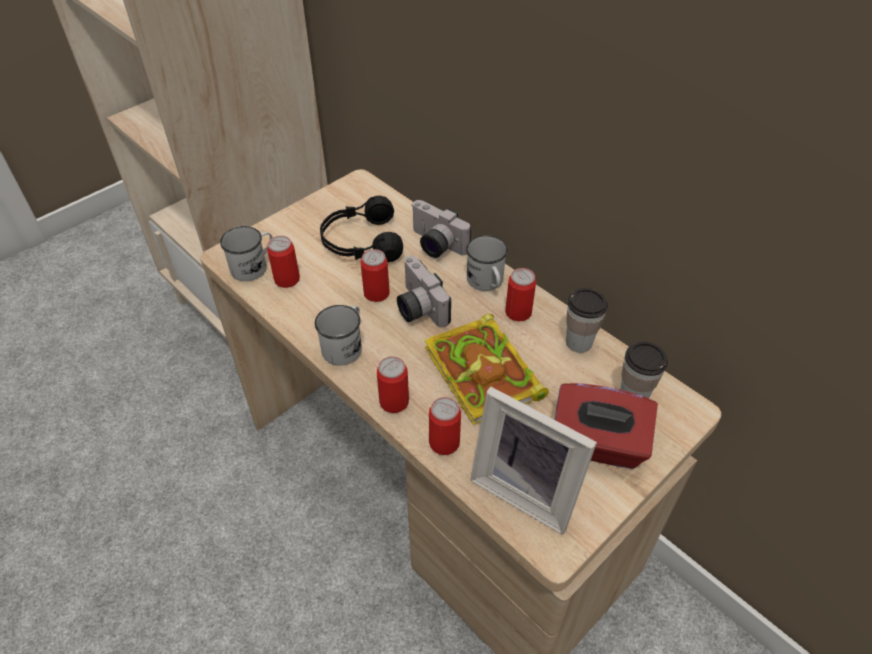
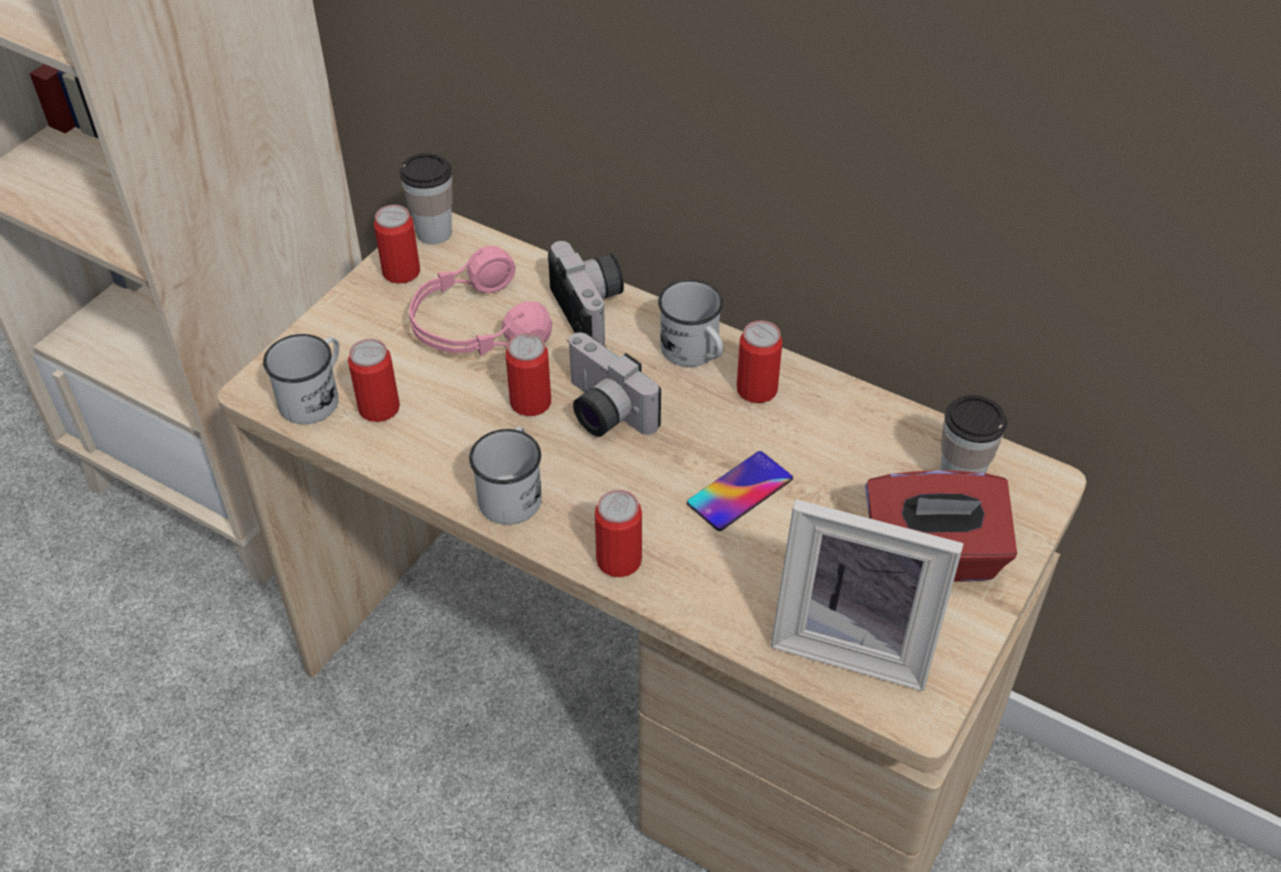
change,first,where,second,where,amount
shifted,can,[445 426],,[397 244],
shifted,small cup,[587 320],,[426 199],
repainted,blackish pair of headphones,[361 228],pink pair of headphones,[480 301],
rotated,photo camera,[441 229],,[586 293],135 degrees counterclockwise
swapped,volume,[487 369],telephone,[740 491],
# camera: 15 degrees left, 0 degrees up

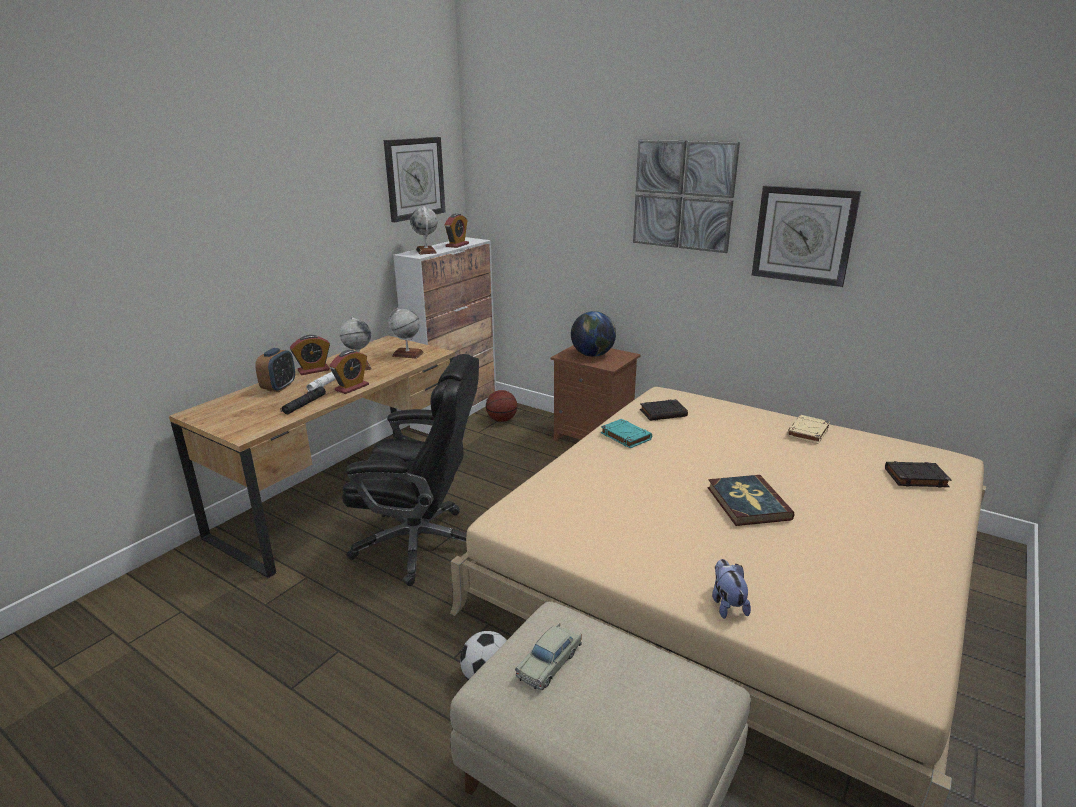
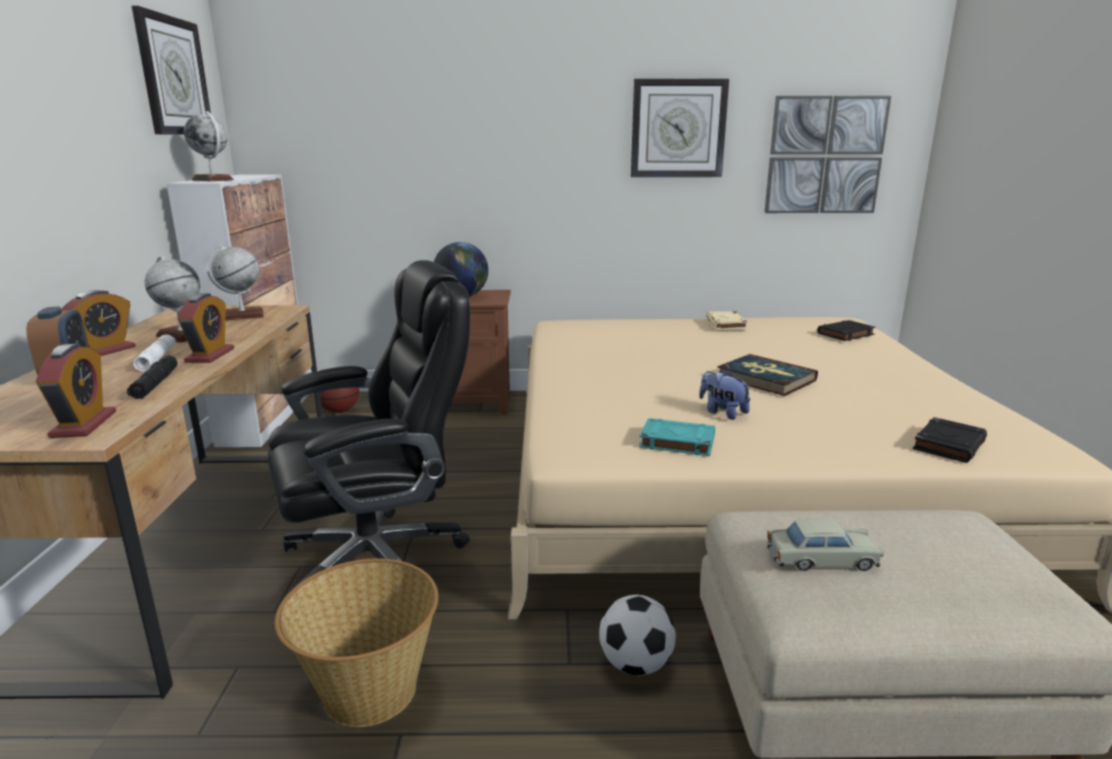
change,first,where,second,where,amount
shifted,alarm clock,[457 231],,[76 391],
new,,,household basket,[356 642],
shifted,turquoise-coloured volume,[626 433],,[677 437],
shifted,cuddly toy,[731 589],,[725 394],
shifted,picture,[686 196],,[827 154],
rotated,beige-coloured miniature car,[548 656],,[825 544],90 degrees counterclockwise
shifted,blackish volume,[664 410],,[950 440],
# camera: 35 degrees left, 5 degrees down

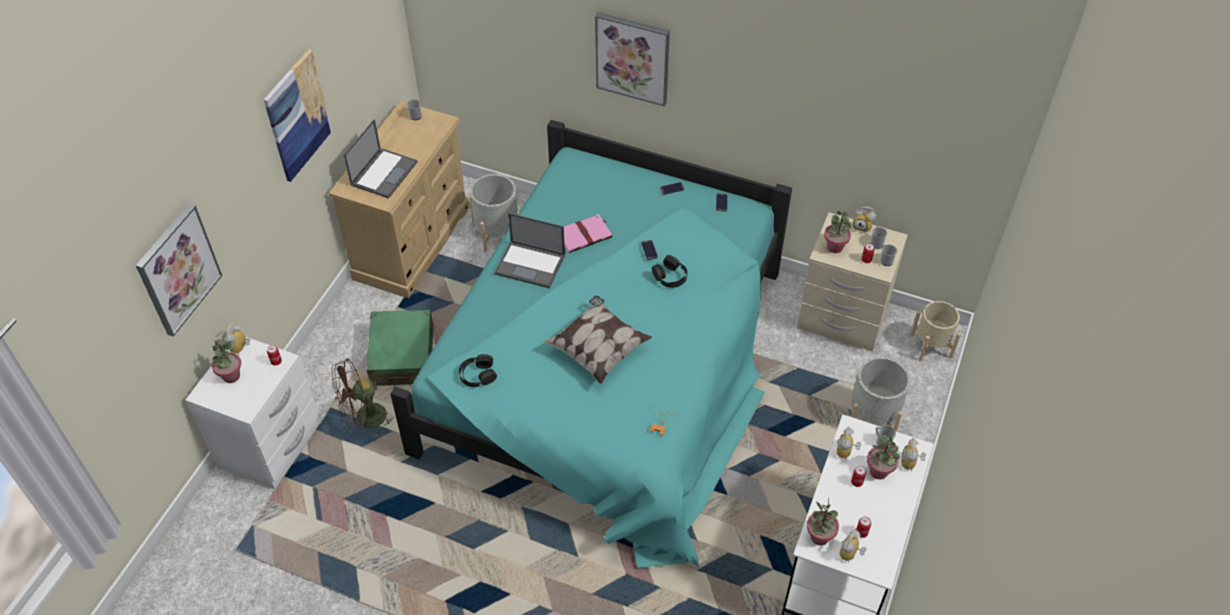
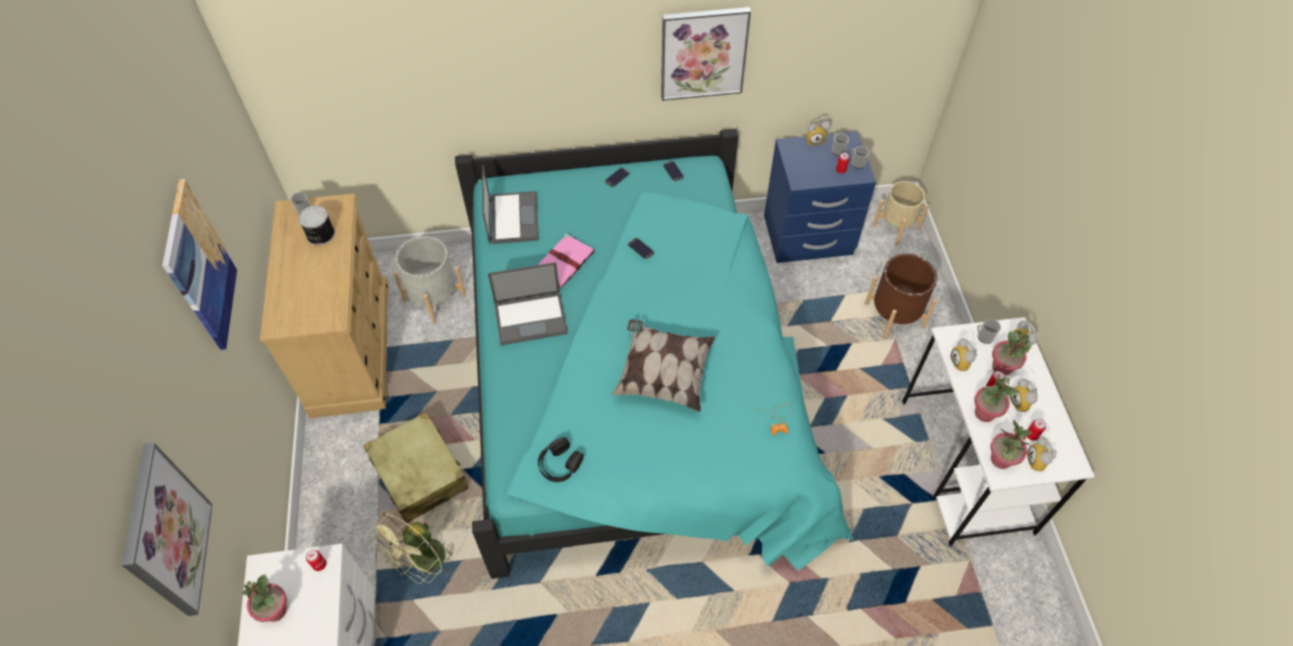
change,first,where,second,where,amount
new,,,can,[316 225],
repainted,green-coloured suitcase,[400 348],beige-coloured suitcase,[415 467],
repainted,brown-coloured electric fan,[363 396],green-coloured electric fan,[411 548],
shifted,notebook computer,[380 159],,[510 204],
shifted,picture,[632 59],,[706 54],
repainted,beige-coloured bedside table,[852 281],bluish bedside table,[820 197],
repainted,grey plant pot,[880 394],brown-coloured plant pot,[901 296],
shifted,plant in a pot,[837 232],,[996 399],
shifted,alarm clock,[237 339],,[1024 395],
gone,blackish pair of headphones,[669 271],,,
# camera: 30 degrees left, 5 degrees up

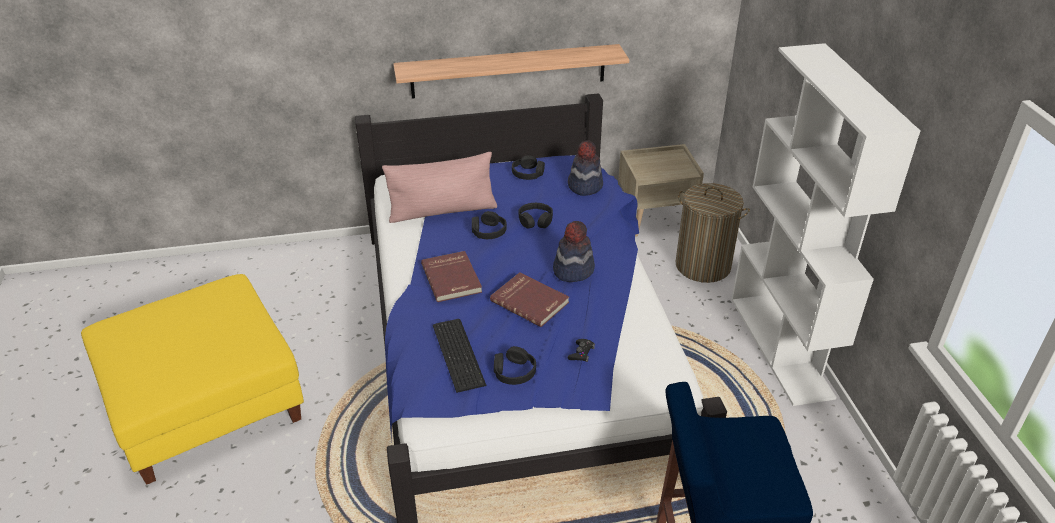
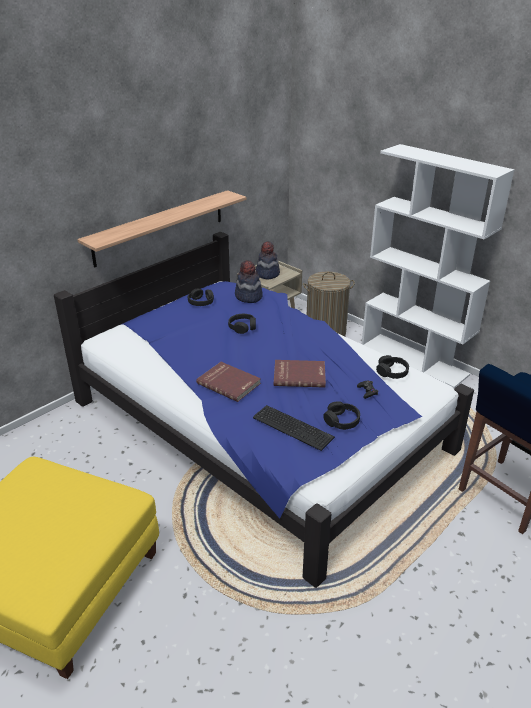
change,first,where,second,where,amount
shifted,wearable hat,[574 251],,[268 260],
shifted,blackish pair of headphones,[489 225],,[392 367],
gone,pink cushion,[439 187],,,
# camera: 35 degrees left, 5 degrees down

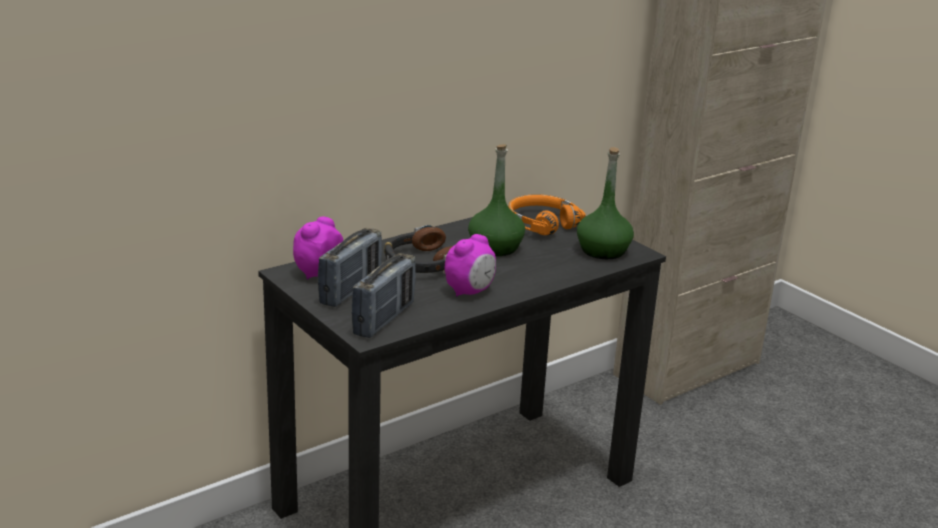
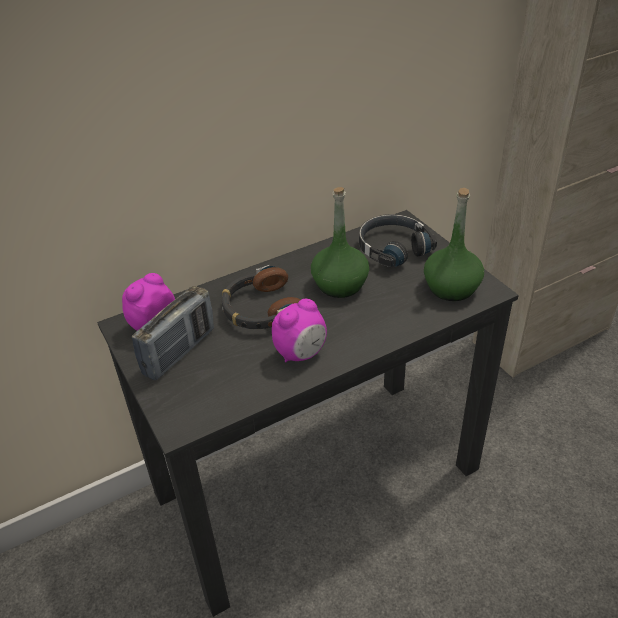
change,first,where,second,where,amount
repainted,orangey pair of headphones,[547 214],blackish pair of headphones,[398 241],
gone,radio,[383 295],,,
# camera: 10 degrees right, 15 degrees up

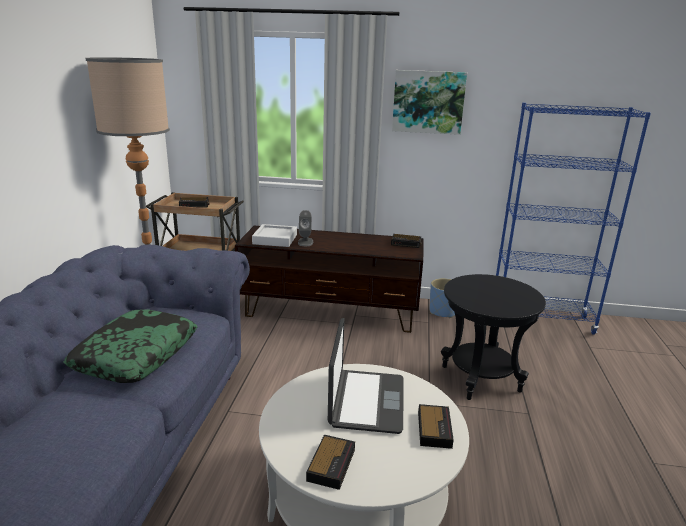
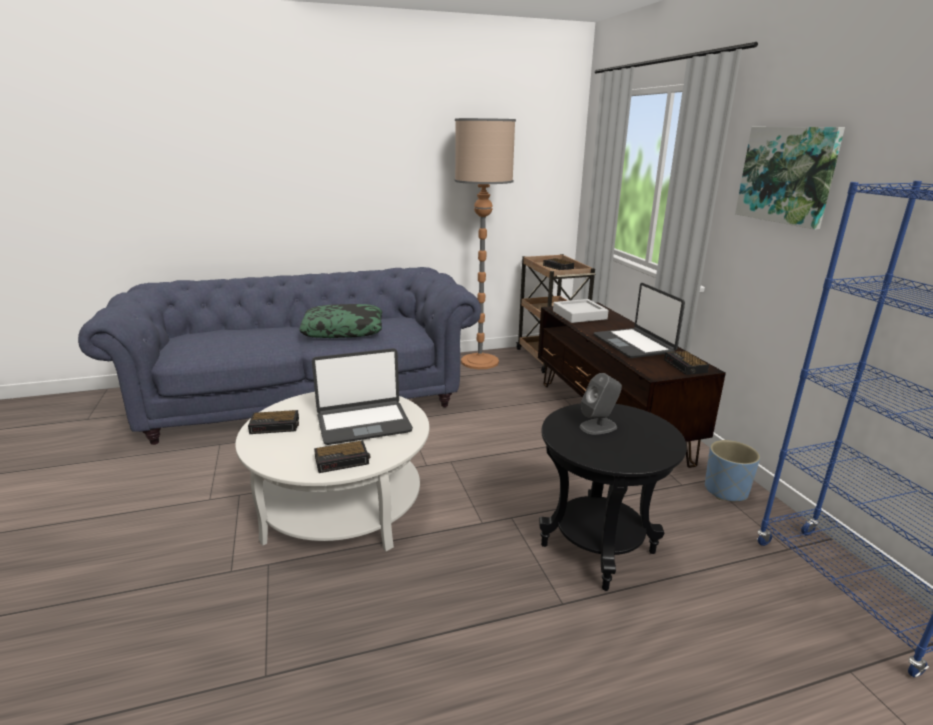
change,first,where,second,where,amount
shifted,grey loudspeaker,[305 228],,[601 404],
new,,,notebook computer,[639 320],
# camera: 65 degrees right, 0 degrees up

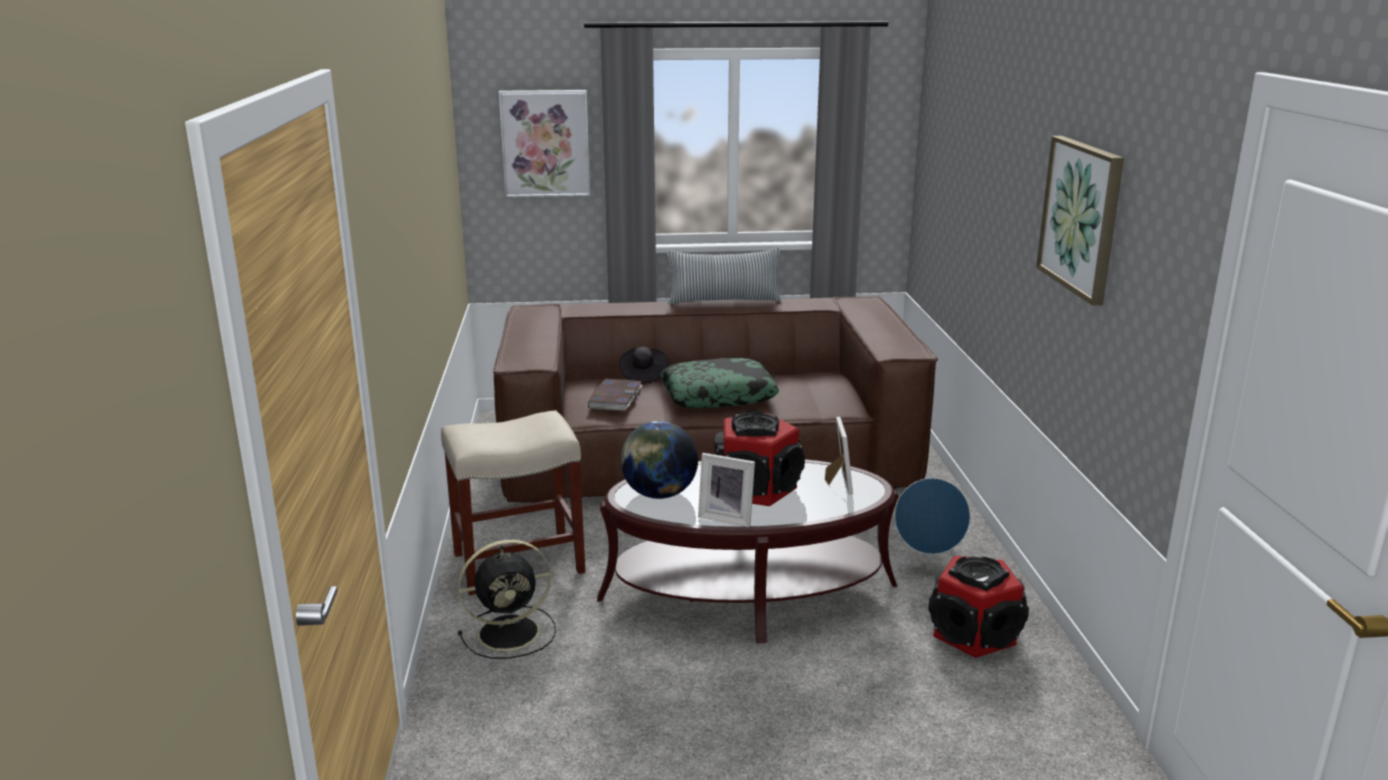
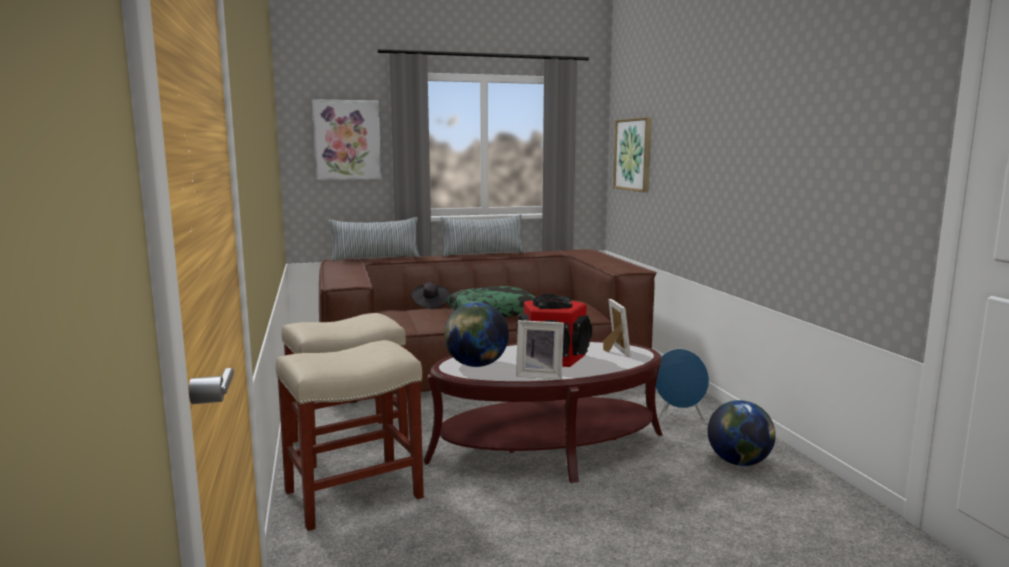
change,first,where,second,where,amount
swapped,blackish electric fan,[507 599],beige-coloured stool,[350 435],
new,,,cushion,[374 239],
shifted,picture,[1080 220],,[632 154],
swapped,loudspeaker,[978 607],desk globe,[742 433],
gone,volume,[615 395],,,
# camera: 10 degrees left, 10 degrees down

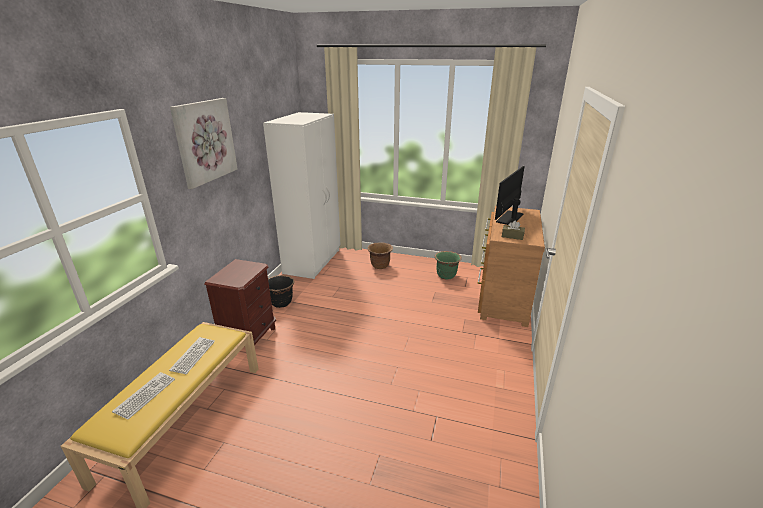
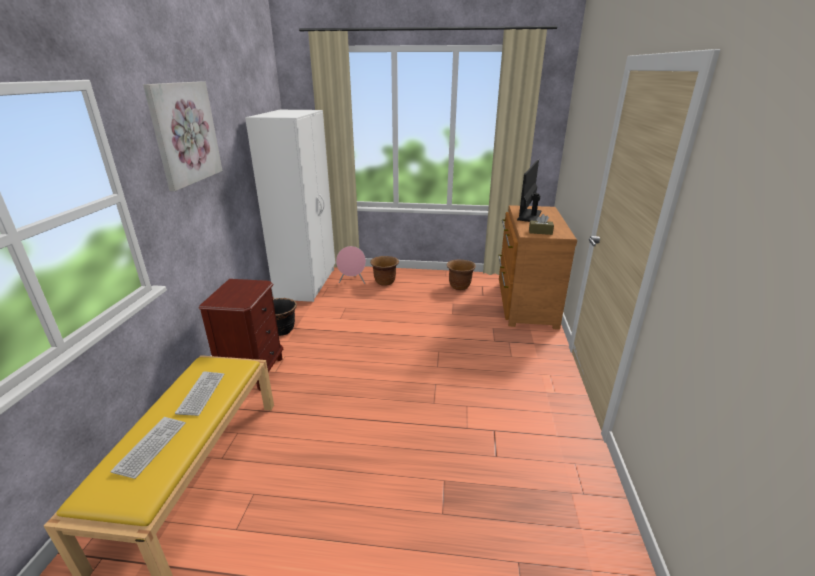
change,first,where,second,where,amount
new,,,pink loudspeaker,[351 265],
repainted,green-coloured plant pot,[448 265],brown-coloured plant pot,[461 274],
# camera: 10 degrees left, 0 degrees up

